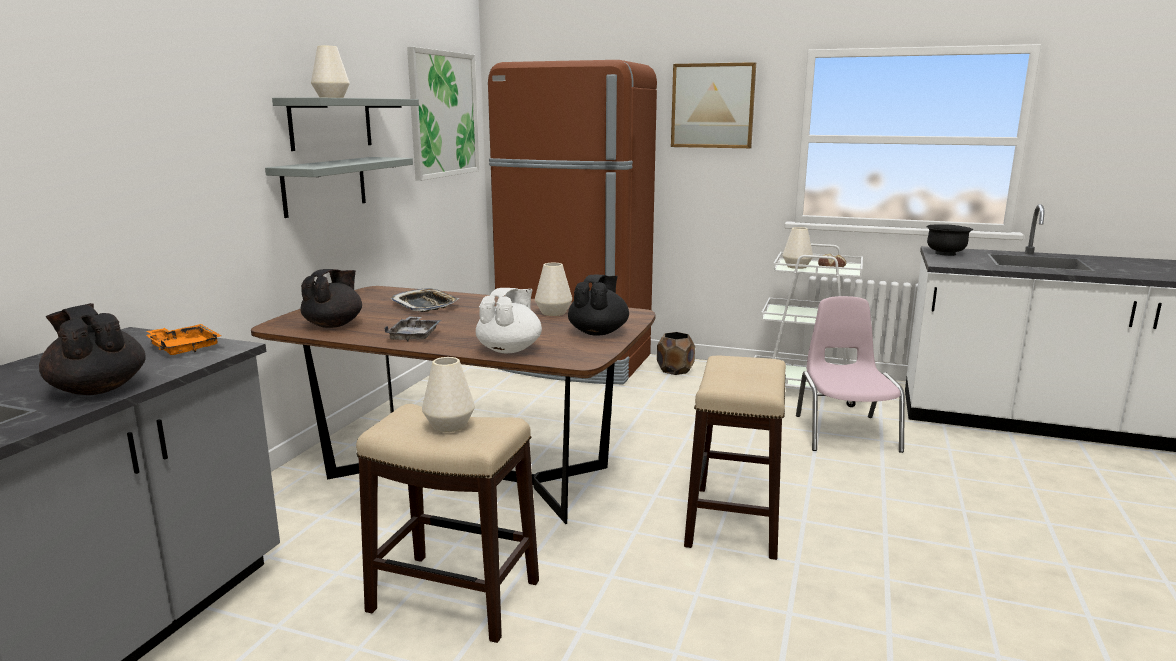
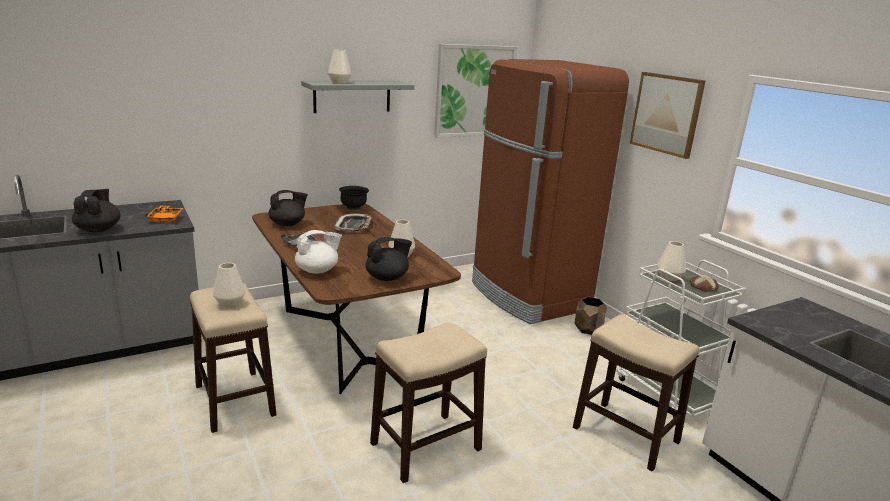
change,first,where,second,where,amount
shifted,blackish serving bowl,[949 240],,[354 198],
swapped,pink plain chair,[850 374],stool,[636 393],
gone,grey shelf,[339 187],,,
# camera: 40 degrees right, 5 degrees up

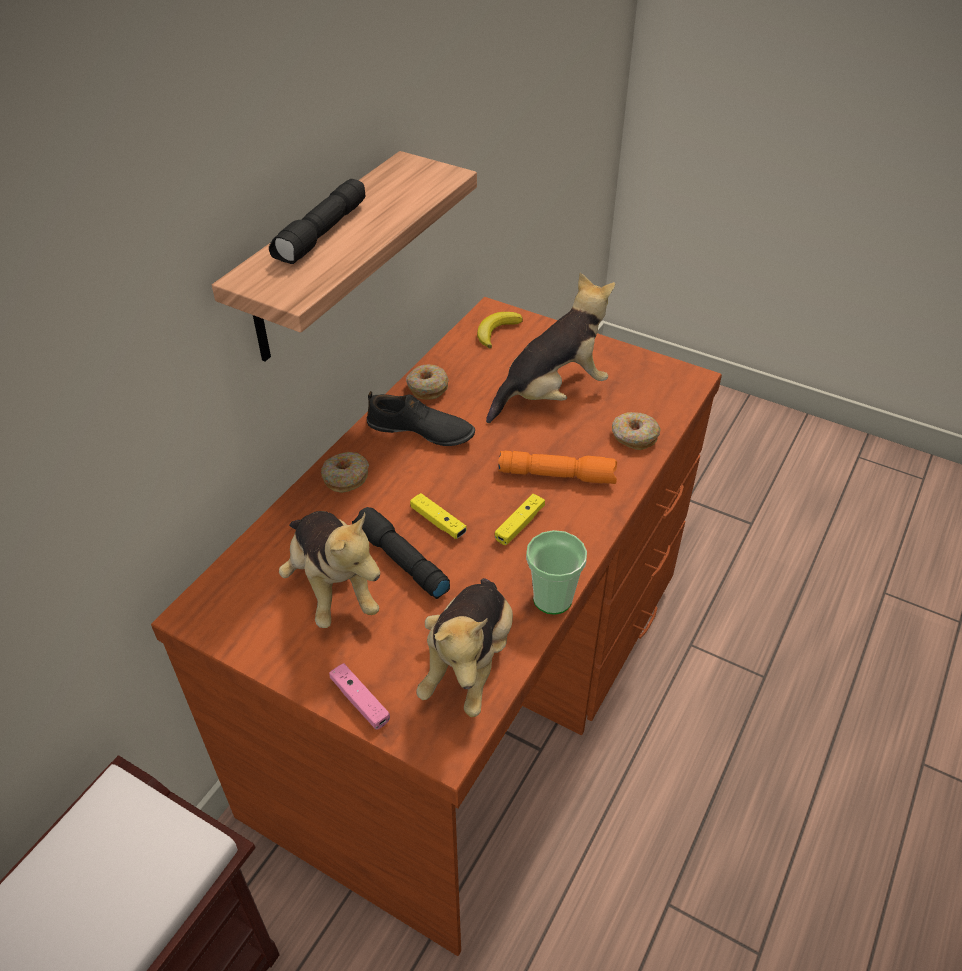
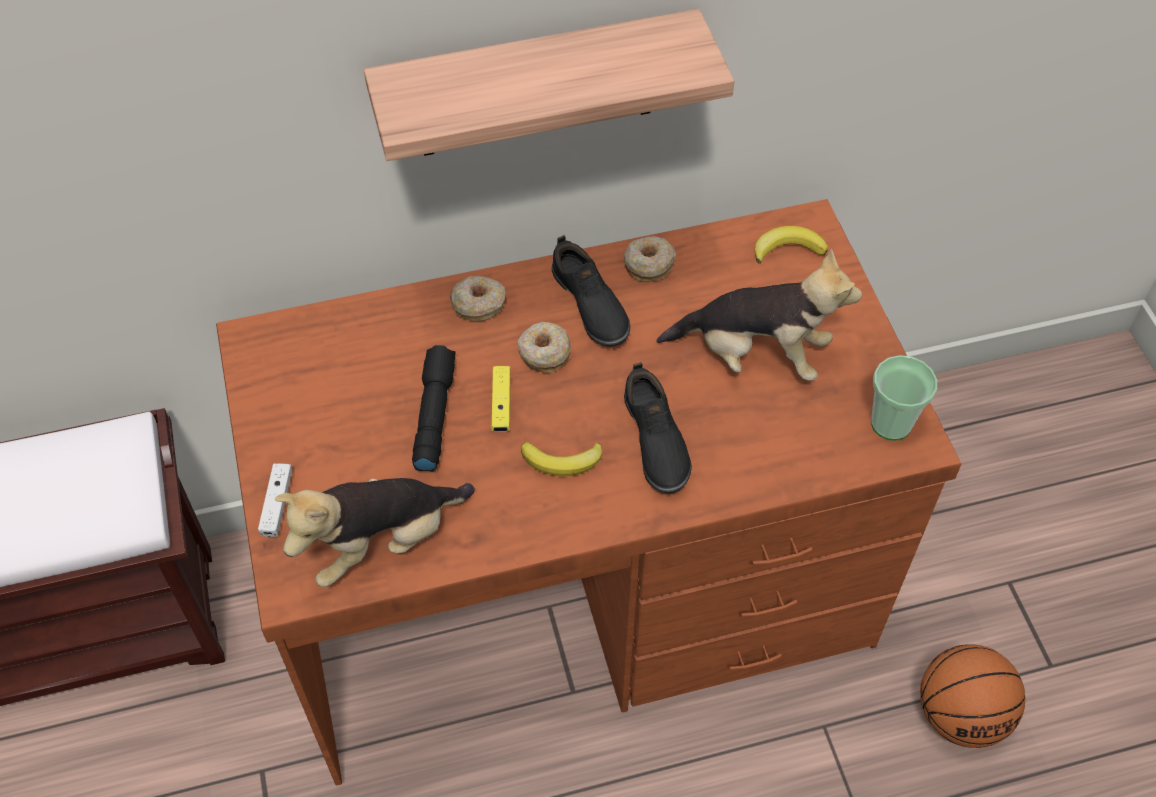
change,first,where,second,where,amount
repainted,pink joypad,[359 696],whitish joypad,[275 500],
shifted,ring doughnut,[636 431],,[544 347],
swapped,yellow-coloured joypad,[520 519],banana fruit,[561 459],
swapped,orangey flashlight,[557 467],blackish shoe,[658 428],
shifted,small cup,[556 572],,[904 397],
new,,,basketball ball,[973 696],
gone,blackish flashlight,[317 221],,,
gone,cuddly toy,[329 569],,,
# camera: 45 degrees right, 10 degrees up

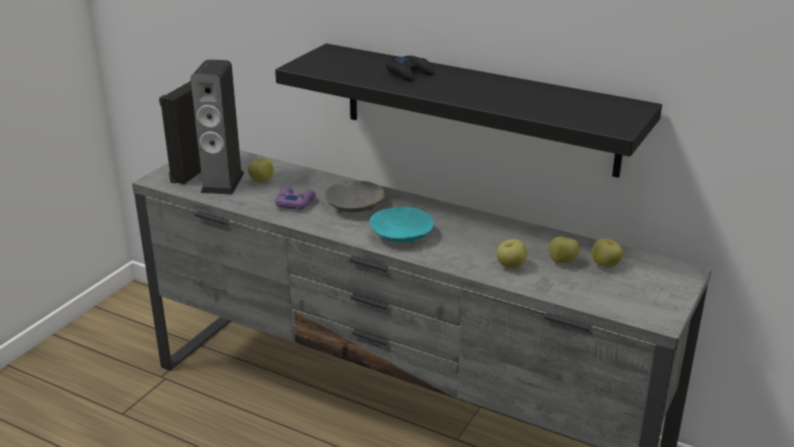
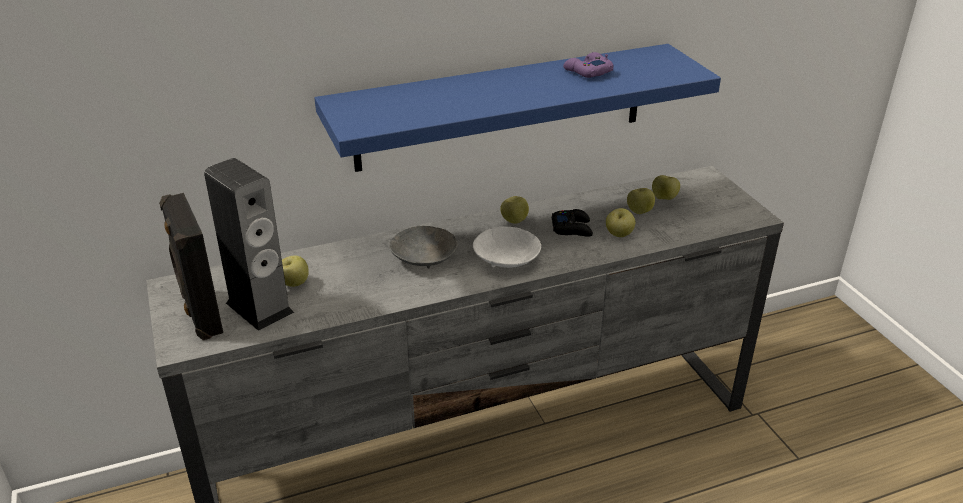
change,first,where,second,where,amount
repainted,blackish shelf,[468 110],bluish shelf,[518 108],
repainted,turquoise-coloured serving bowl,[401 225],whitish serving bowl,[507 247],
new,,,apple fruit,[514 210],
shifted,blackish joypad,[410 68],,[572 223],
shifted,purple joypad,[295 198],,[588 65],
# camera: 50 degrees left, 5 degrees up

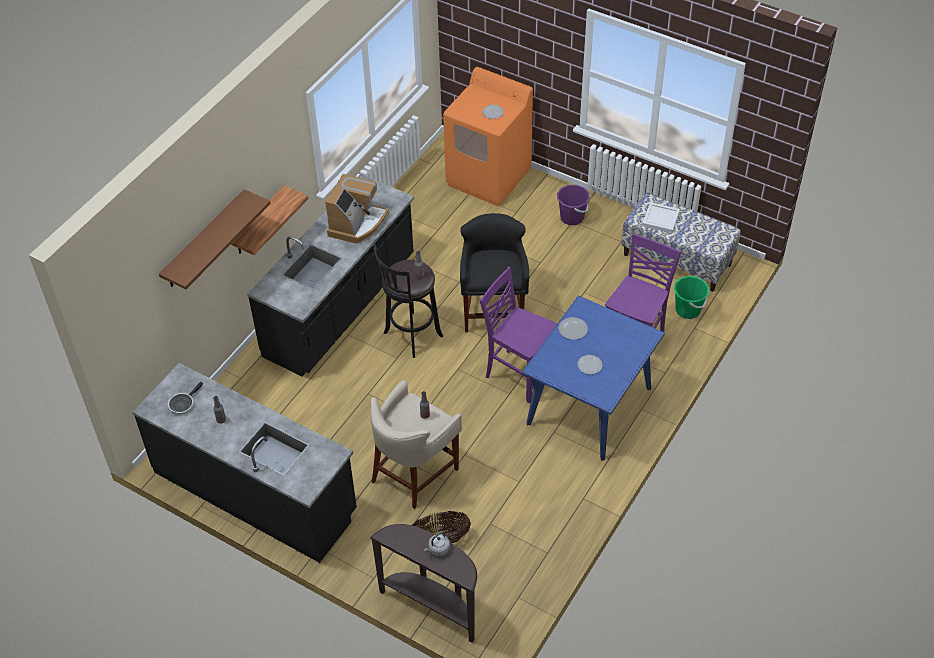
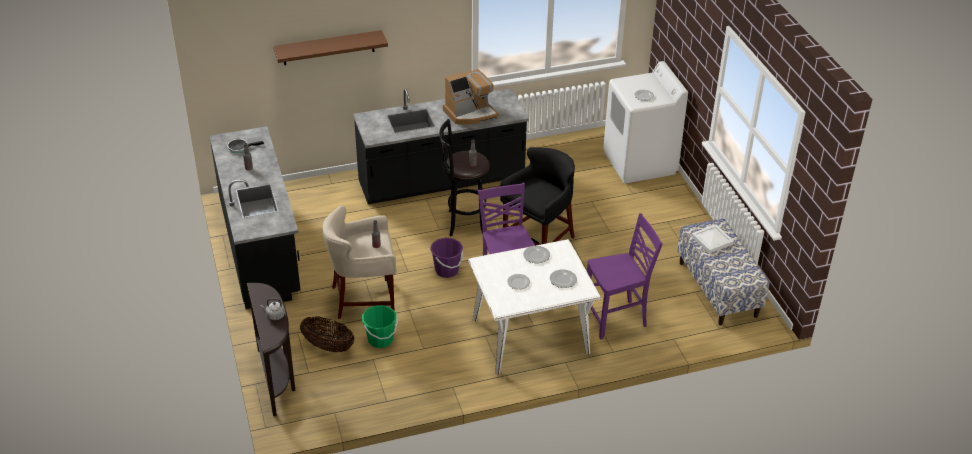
change,first,where,second,where,amount
shifted,green-coloured water bucket,[691 297],,[380 326],
shifted,purple water bucket,[573 205],,[446 258],
repainted,bluish dining table,[593 378],whitish dining table,[534 307],
new,,,dinner plate,[563 279],
repainted,orangey laundry machine,[488 136],whitish laundry machine,[645 122],
gone,shelf,[270 220],,,
# camera: 40 degrees right, 10 degrees down

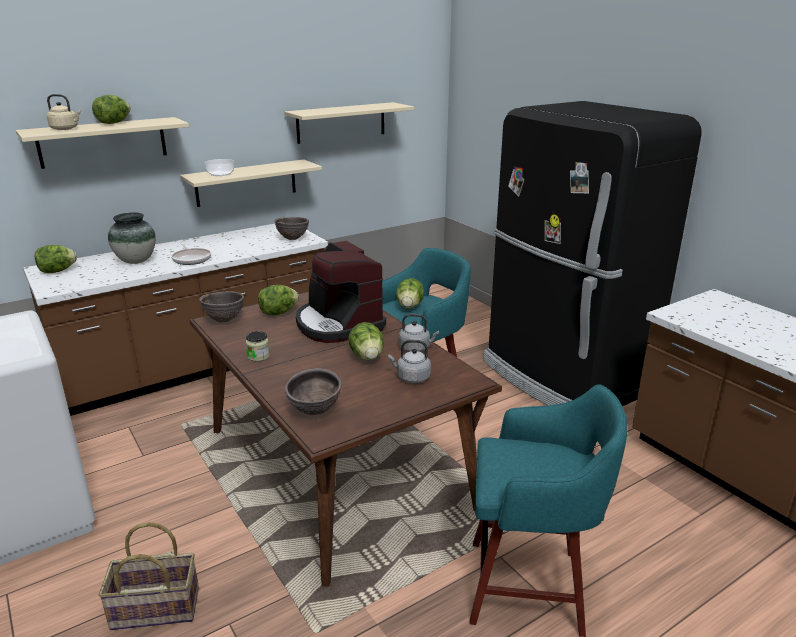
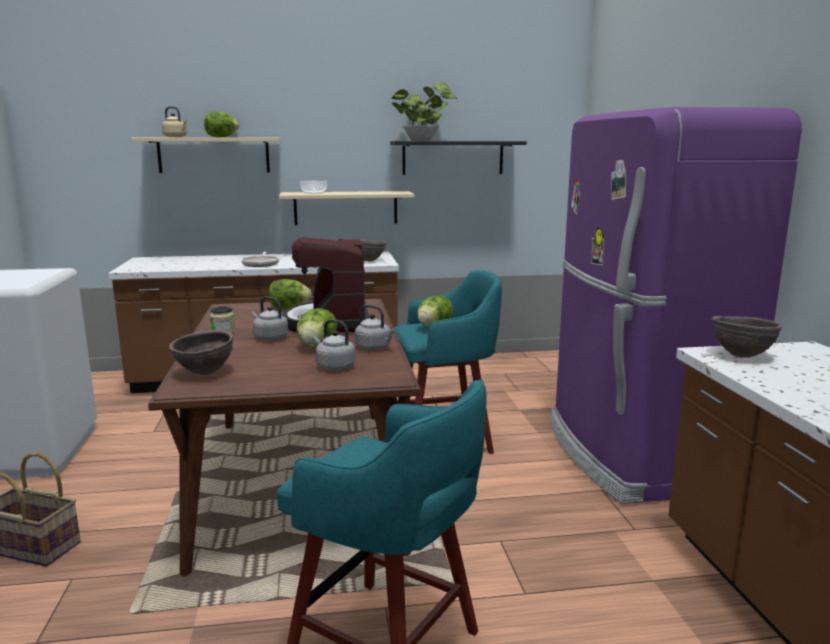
change,first,where,second,where,amount
new,,,grey water kettle,[270 319],
repainted,beige-coloured shelf,[349 123],blackish shelf,[458 158],
new,,,plant in a pot,[424 111],
repainted,blackish refrigerator,[592 253],purple refrigerator,[676 305],
shifted,brown-coloured serving bowl,[221 307],,[747 337],
gone,lettuce head,[56 259],,,
gone,decorative vase,[132 238],,,
# camera: 25 degrees right, 10 degrees down

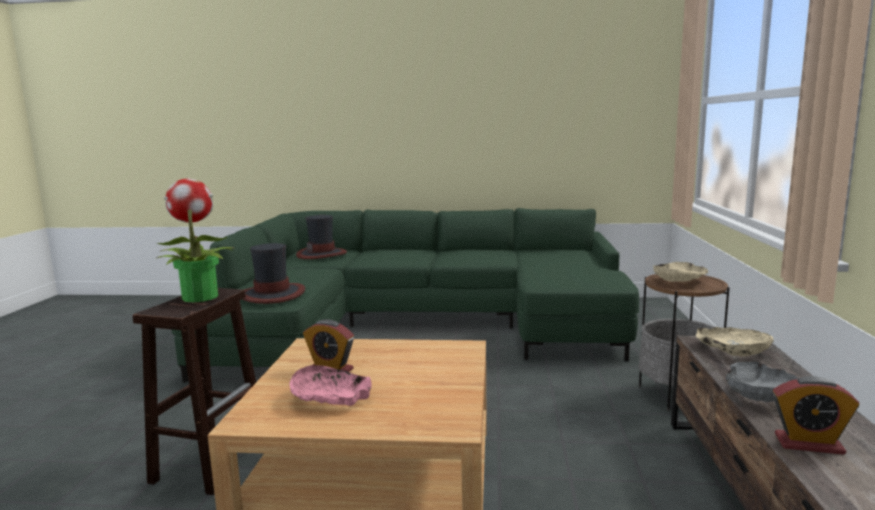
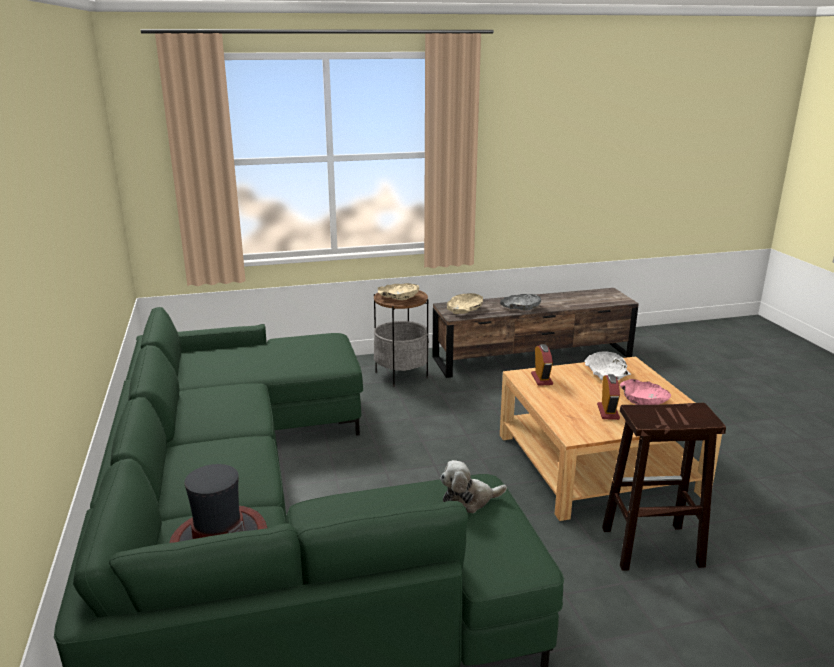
change,first,where,second,where,amount
swapped,wearable hat,[273 273],cuddly toy,[473 486],
shifted,alarm clock,[815 415],,[542 365],
new,,,whitish serving bowl,[608 366],
gone,plant in a pot,[195 240],,,
# camera: 110 degrees left, 10 degrees up

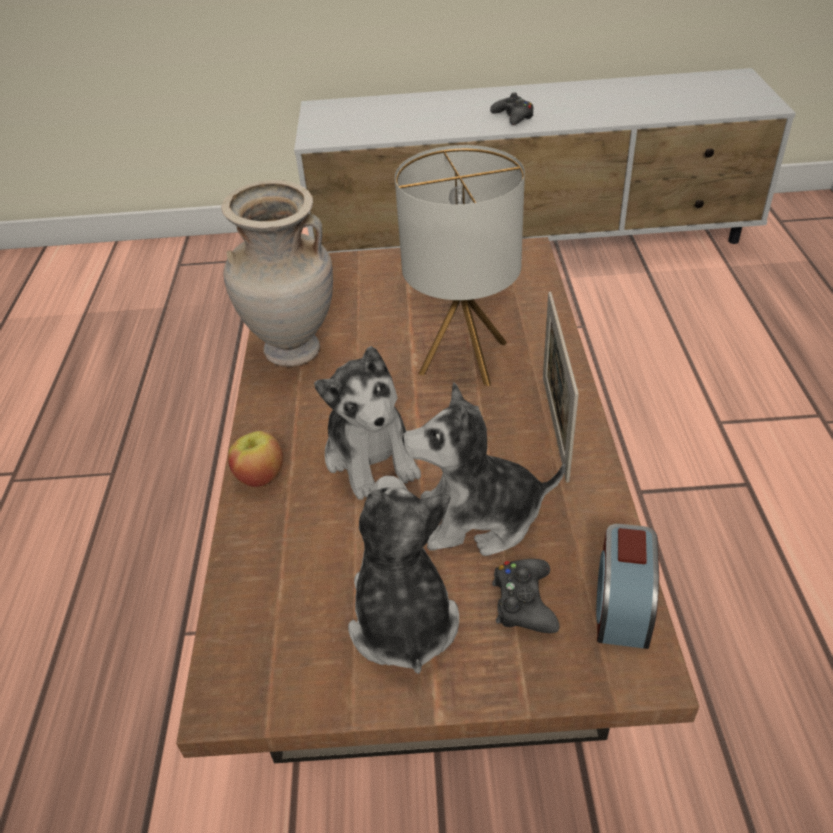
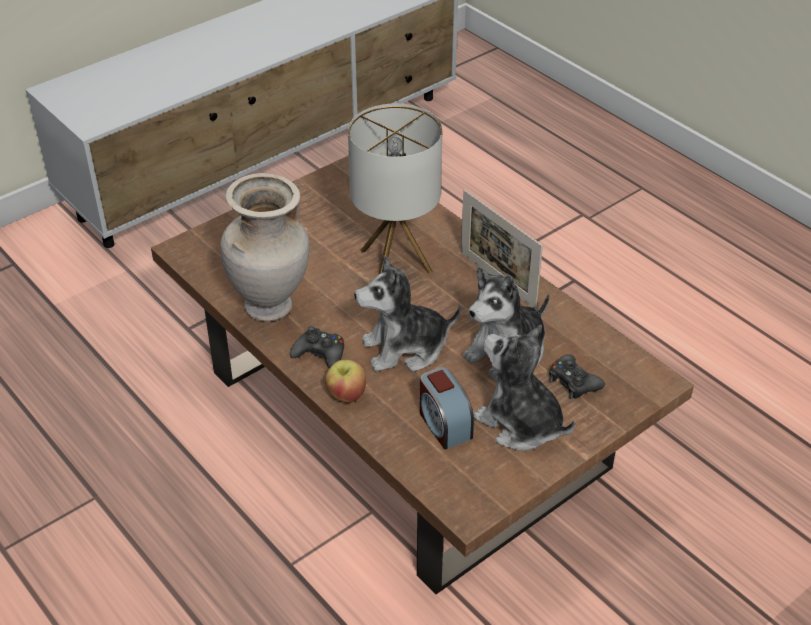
change,first,where,second,where,amount
shifted,blackish joypad,[512 108],,[317 347],
rotated,cuddly toy,[367 423],,[407 313],135 degrees clockwise
shifted,alarm clock,[627 586],,[447 408],
# camera: 40 degrees left, 0 degrees up

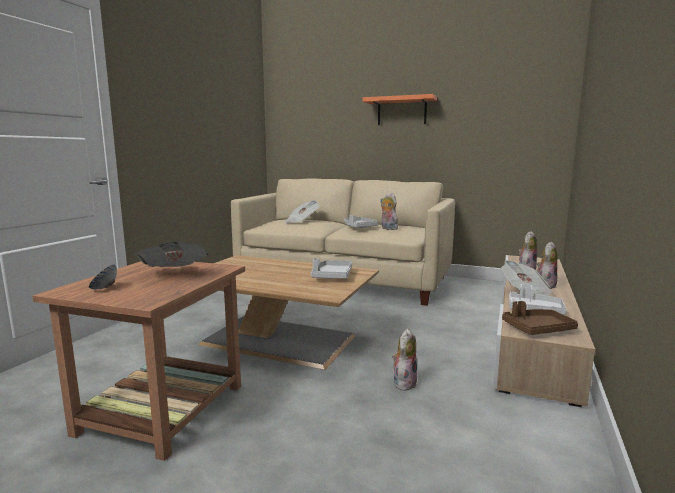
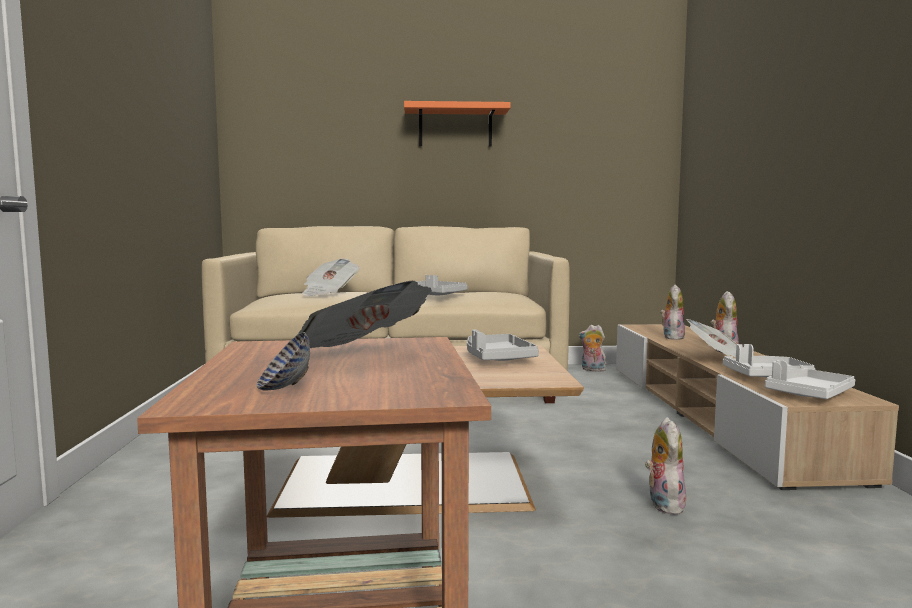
change,first,where,second,where,amount
shifted,cuddly toy,[390 211],,[592 348],
repainted,brown-coloured carrying tray,[540 318],whitish carrying tray,[810 379],
# camera: 25 degrees left, 5 degrees down

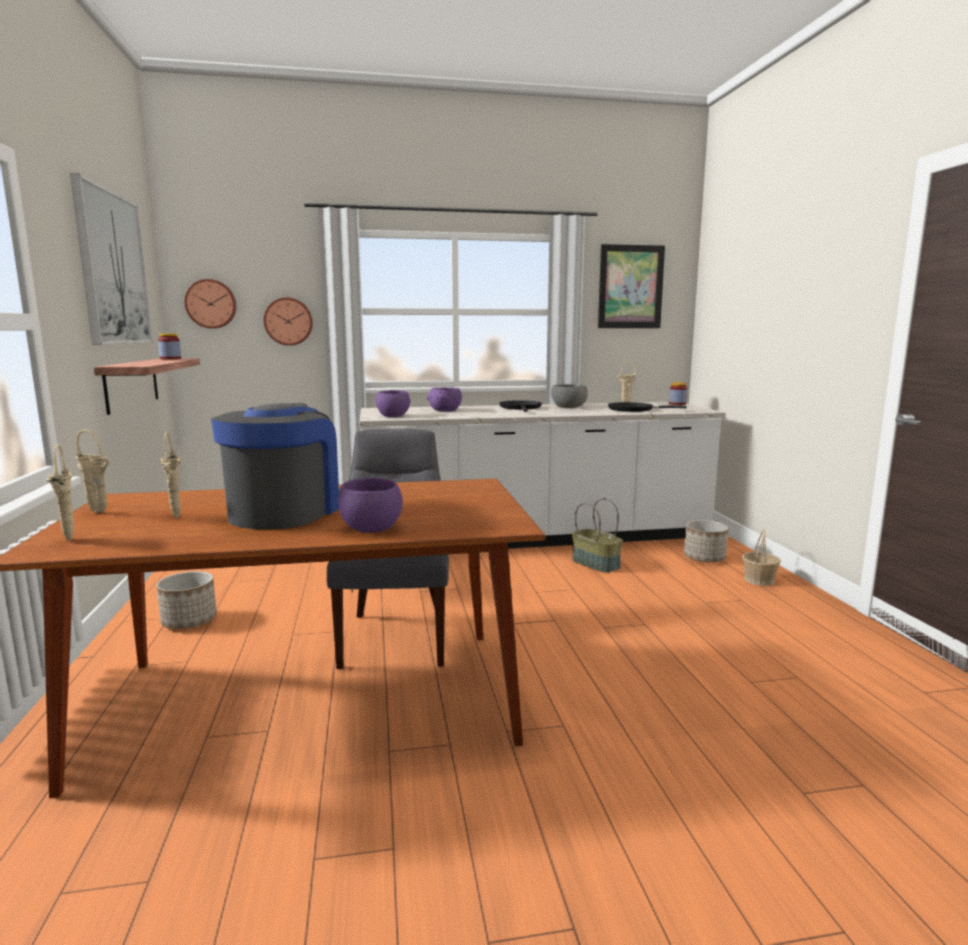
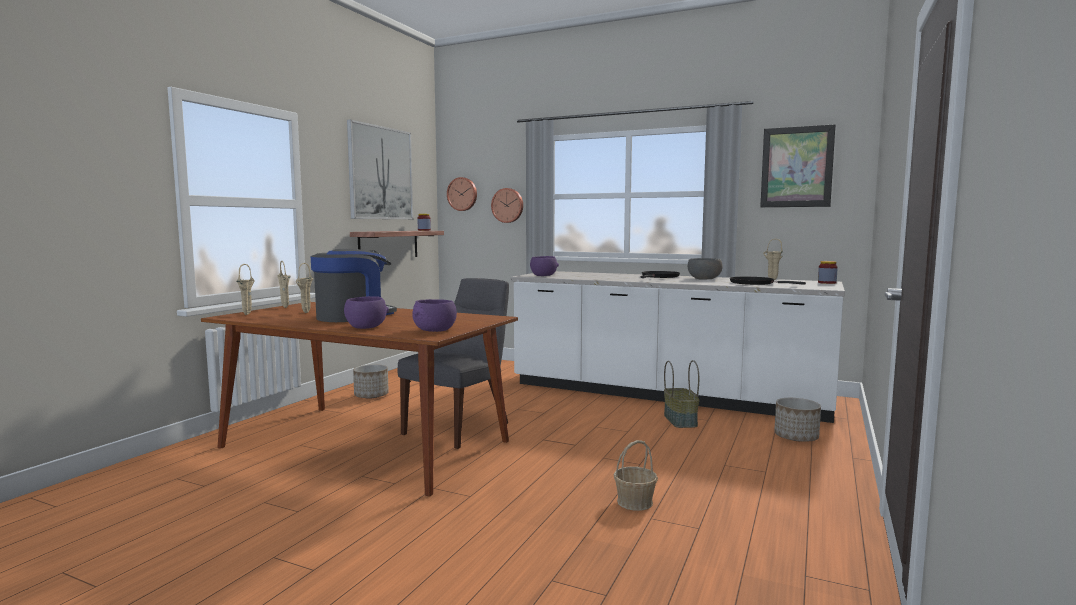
change,first,where,second,where,amount
shifted,purple serving bowl,[444 400],,[434 315],
shifted,household basket,[761 558],,[636 475],
# camera: 35 degrees right, 5 degrees down

